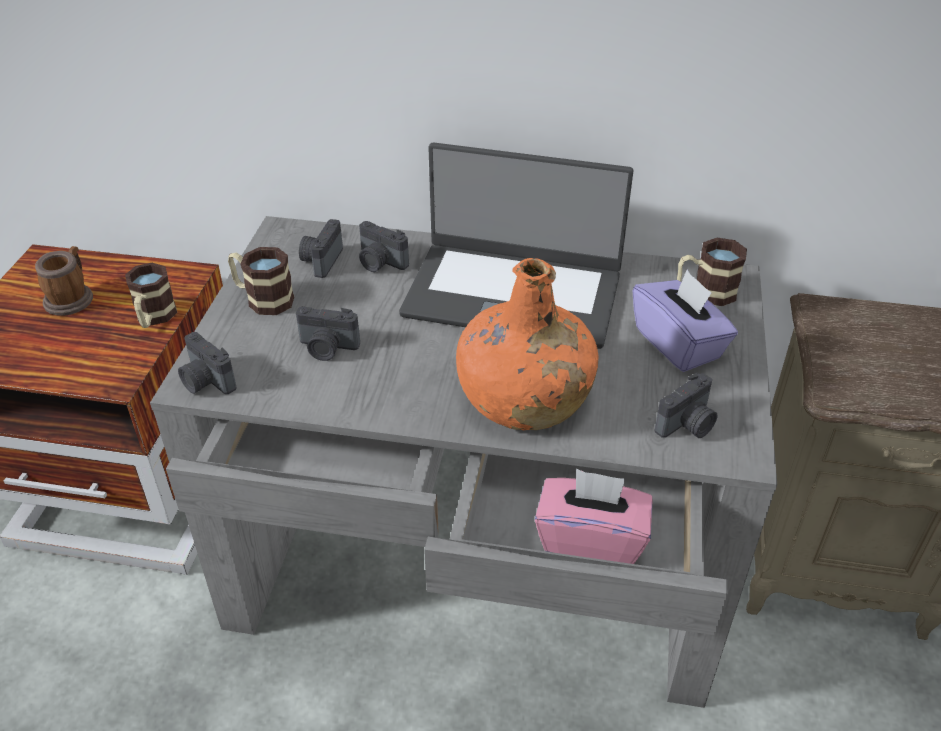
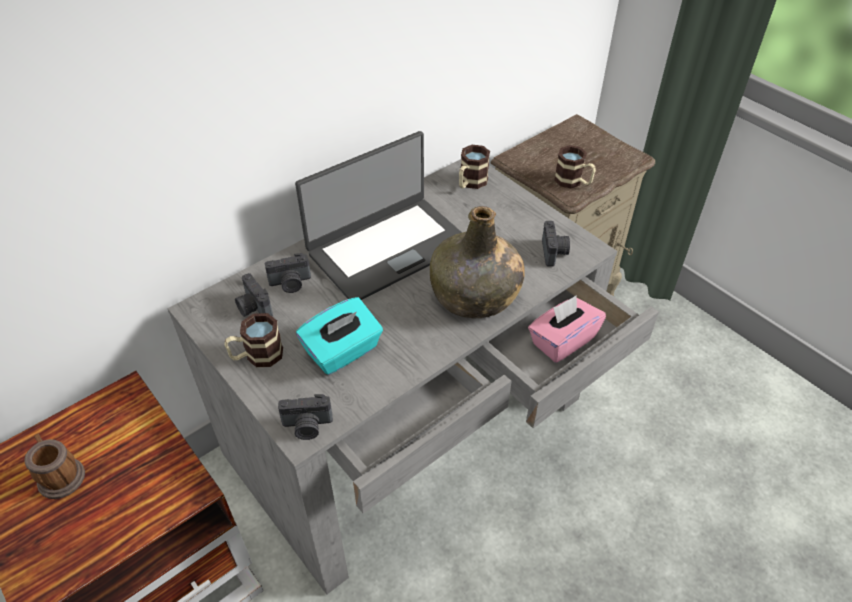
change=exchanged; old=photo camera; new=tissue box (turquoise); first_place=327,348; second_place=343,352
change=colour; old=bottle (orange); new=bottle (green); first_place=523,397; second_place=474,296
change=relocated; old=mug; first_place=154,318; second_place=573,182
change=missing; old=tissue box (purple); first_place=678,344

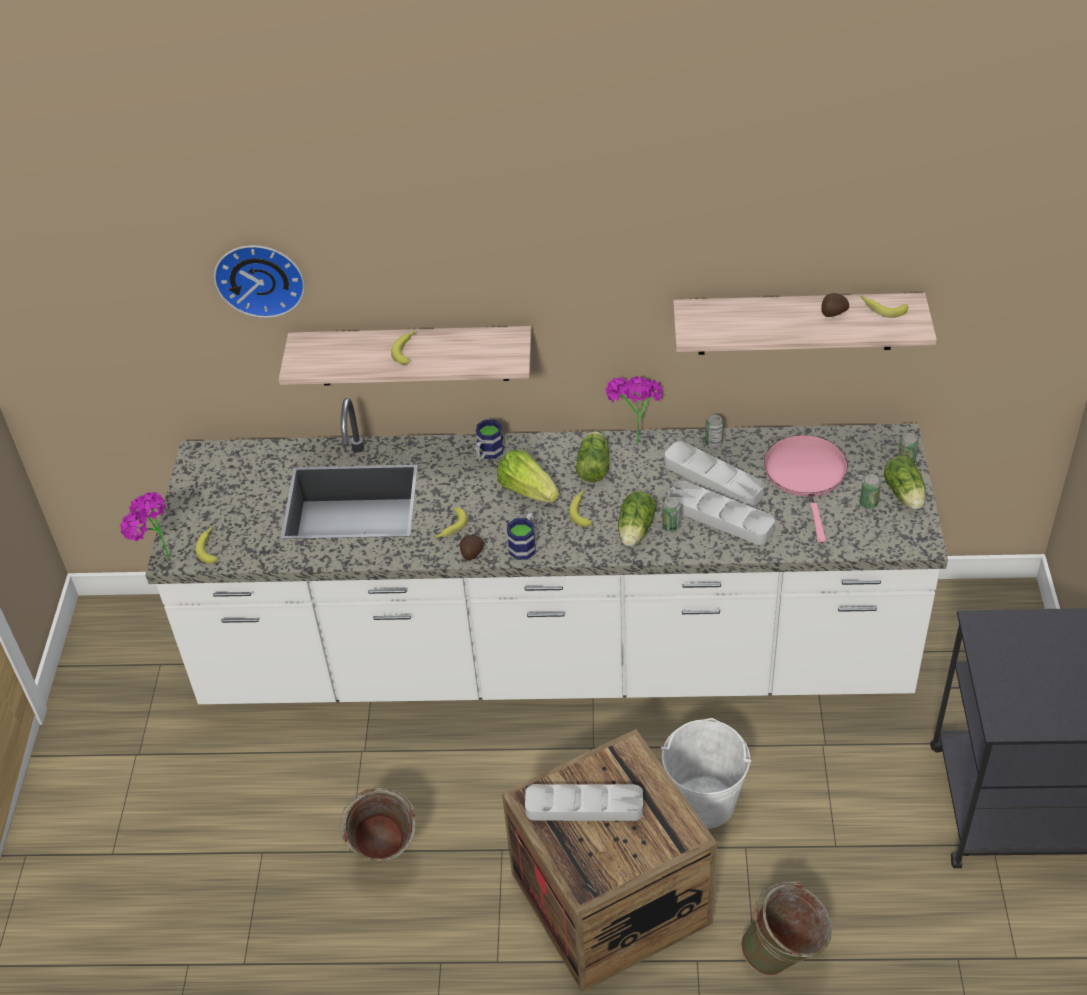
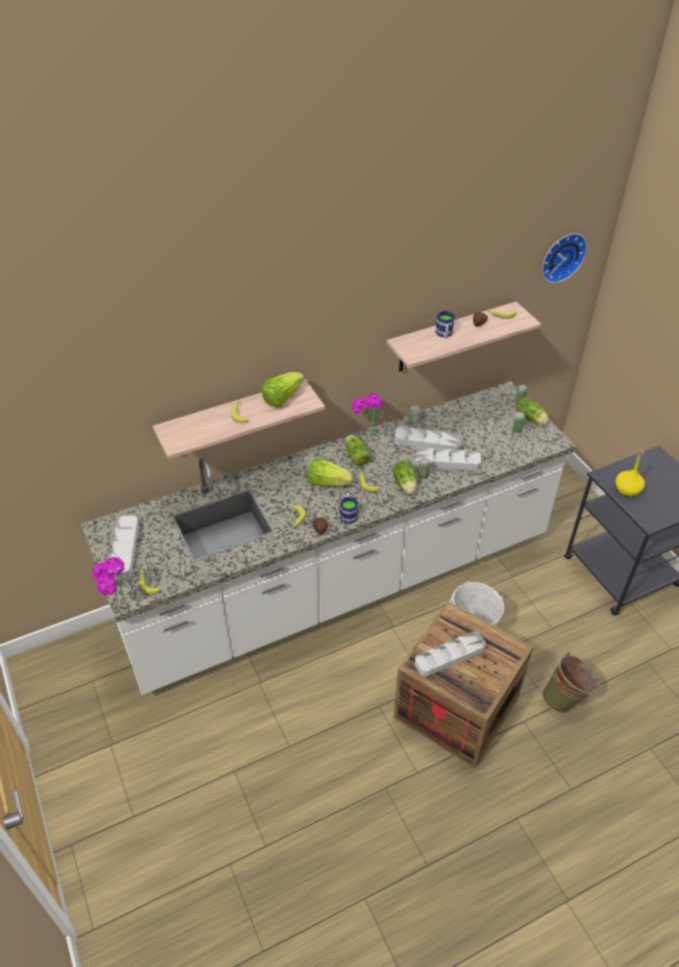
change=appeared; new=tray (grey); second_place=125,549
change=appeared; new=lettuce; second_place=282,398
change=relocated; old=mug; first_place=488,453; second_place=444,334
change=relocated; old=wall clock; first_place=260,277; second_place=561,256
change=appeared; new=bottle (yellow); second_place=627,489
change=missing; old=bucket (green); first_place=385,859
change=missing; old=frying pan (pink); first_place=806,475

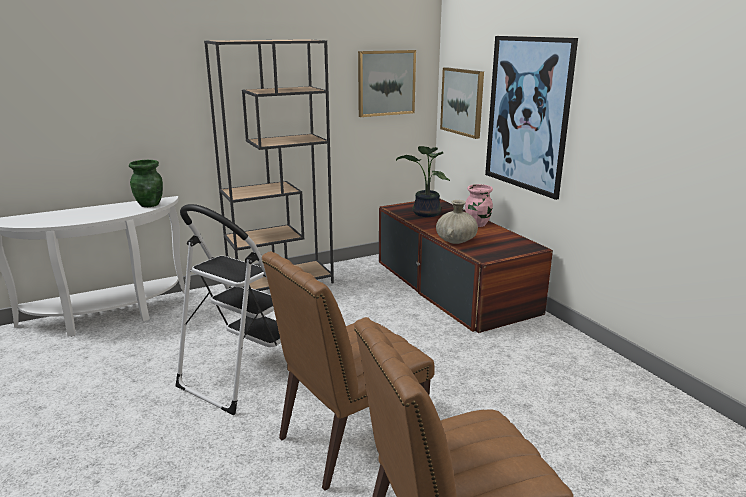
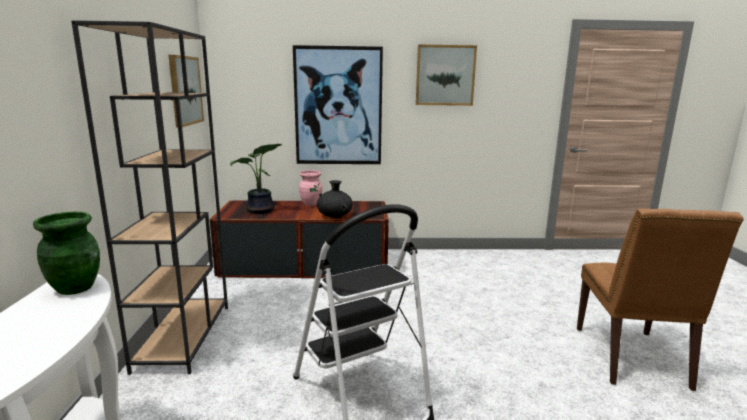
change=colour; old=vase (beige); new=vase (black); first_place=456,241; second_place=335,216
change=relocated; old=picture; first_place=462,102; second_place=445,75
change=missing; old=chair (brown); first_place=352,438

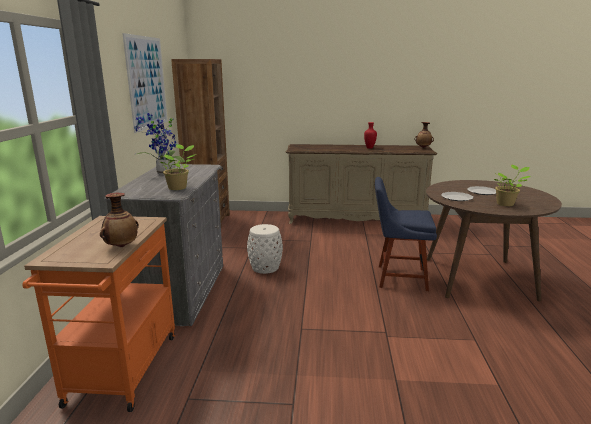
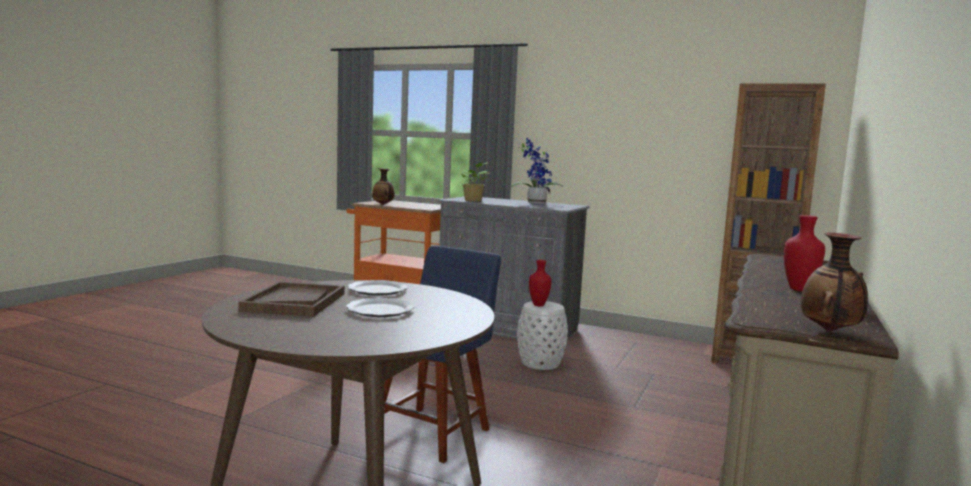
change=exchanged; old=potted plant; new=tray (brown); first_place=506,204; second_place=295,302
change=appeared; new=vase (red); second_place=538,305
change=missing; old=picture; first_place=147,82

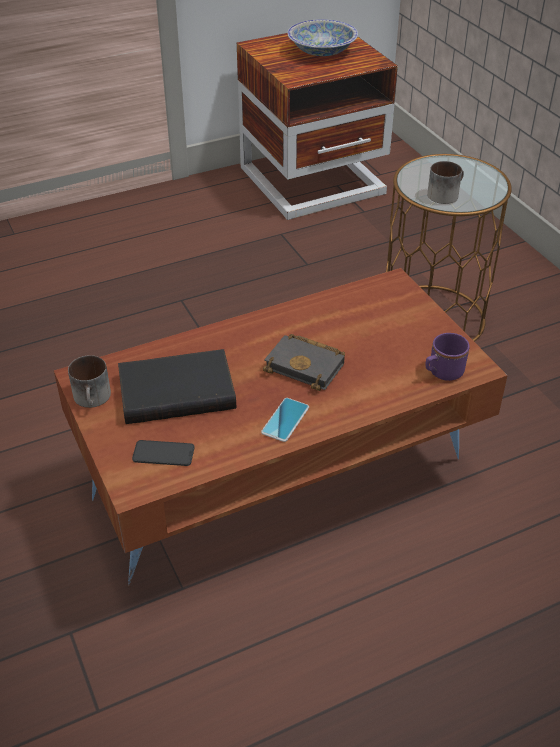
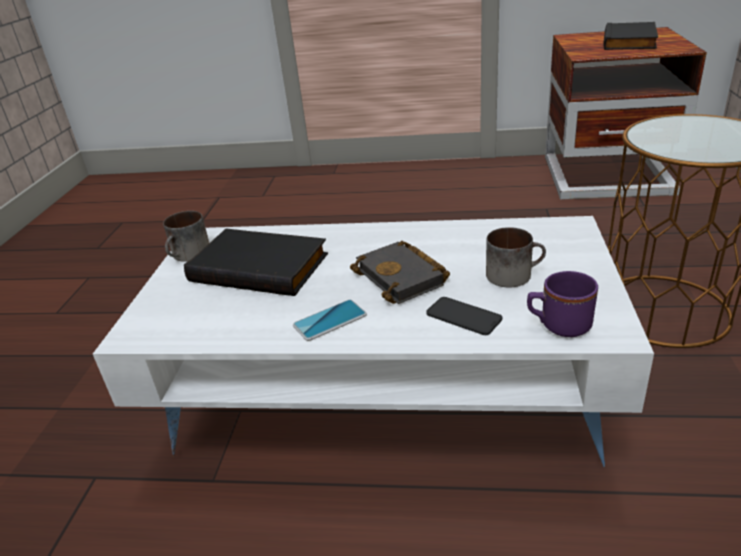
change=colour; old=coffee table (brown); new=coffee table (white); first_place=279,481; second_place=383,414
change=relocated; old=phone; first_place=163,453; second_place=463,316
change=relocated; old=mug; first_place=444,194; second_place=513,274
change=exchanged; old=bowl; new=book (black); first_place=322,51; second_place=631,41

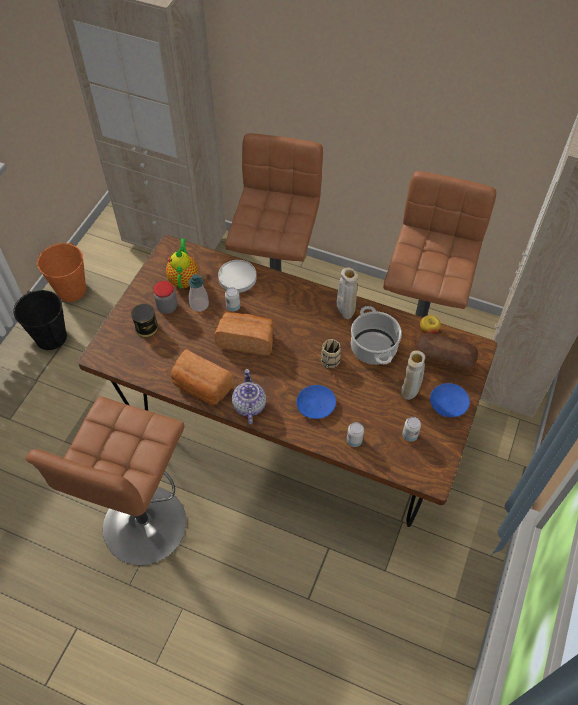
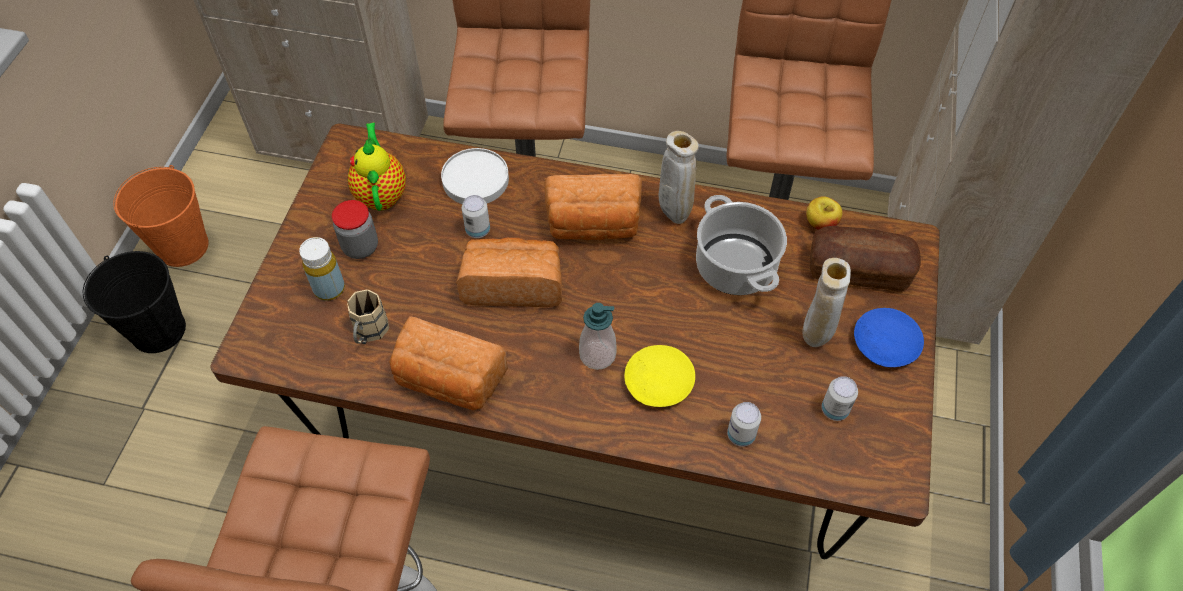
change=exchanged; old=can; new=bottle (yellow); first_place=146,328; second_place=329,289
change=relocated; old=mug (beige); first_place=329,363; second_place=369,334
change=appeared; new=bread; second_place=593,225
change=relocated; old=soap dispenser; first_place=199,305; second_place=597,355
change=colour; old=plate (blue); new=plate (yellow); first_place=315,405; second_place=658,381
change=missing; old=teapot; first_place=248,405

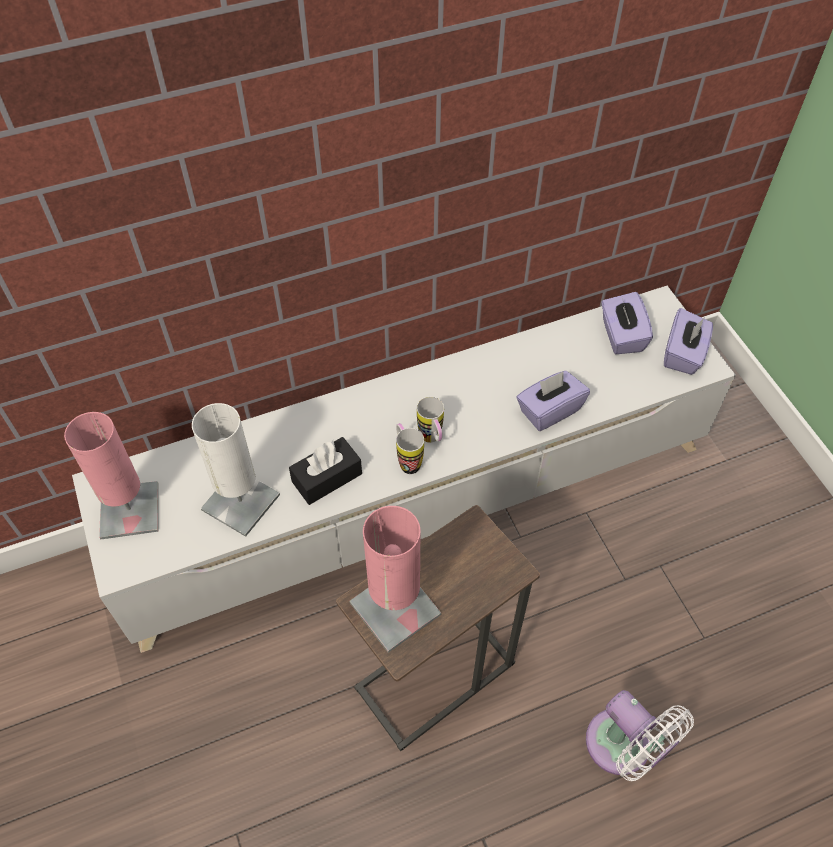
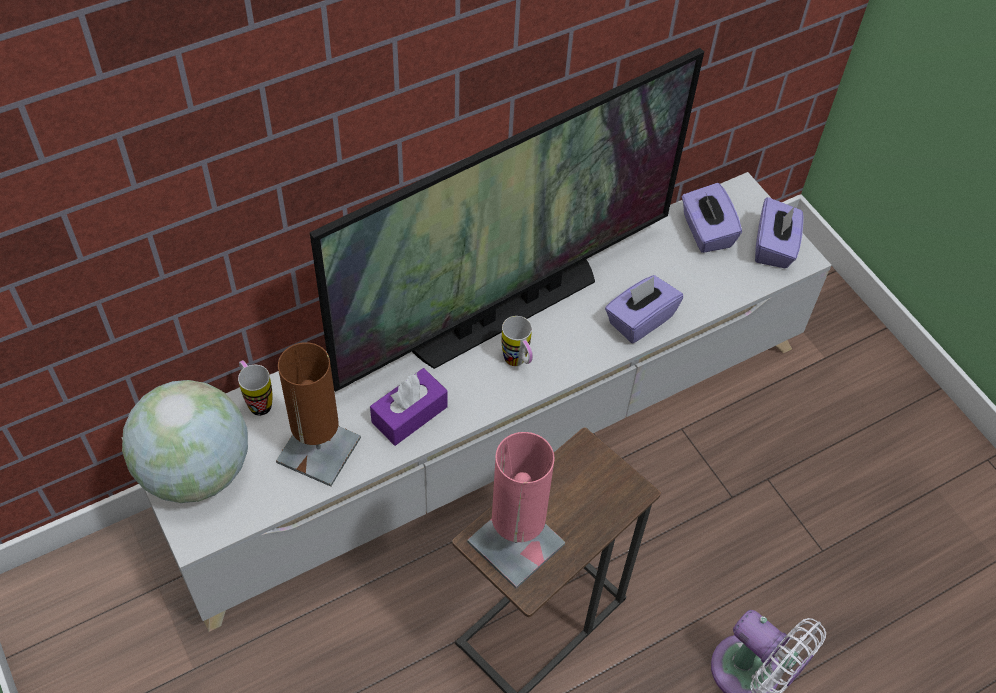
change=exchanged; old=table lamp (pink); new=globe; first_place=130,510; second_place=196,470
change=relocated; old=mug; first_place=407,460; second_place=257,401
change=colour; old=table lamp (white); new=table lamp (brown); first_place=240,502; second_place=318,450
change=appeared; new=television; second_place=504,310
change=colour; old=tissue box (black); new=tissue box (purple); first_place=327,478; second_place=409,414

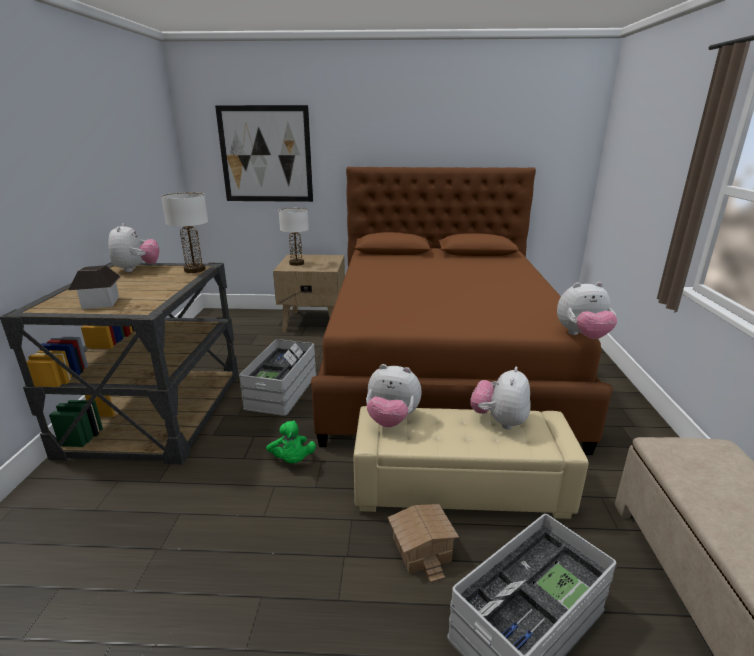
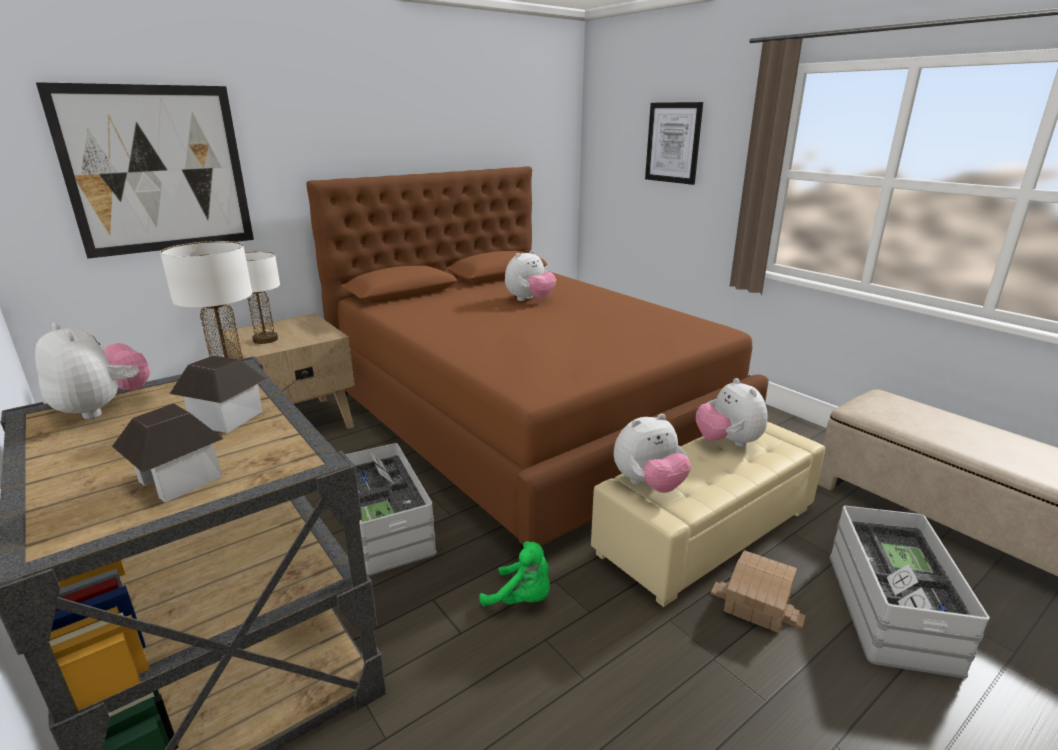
change=appeared; new=toy house; second_place=226,418
change=relocated; old=plush toy; first_place=582,336; second_place=529,300
change=appeared; new=picture; second_place=673,143

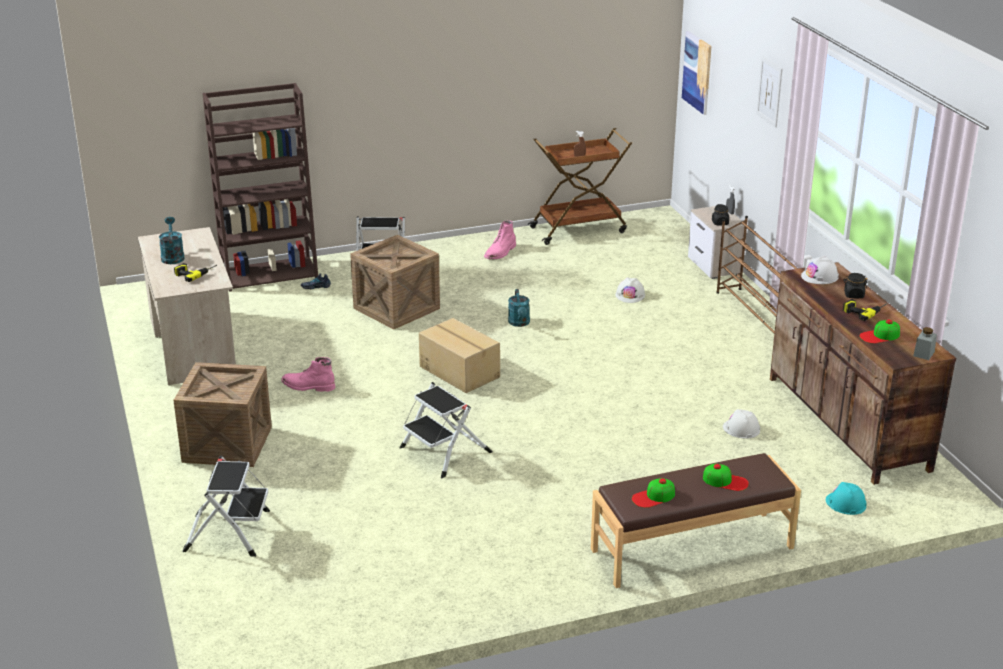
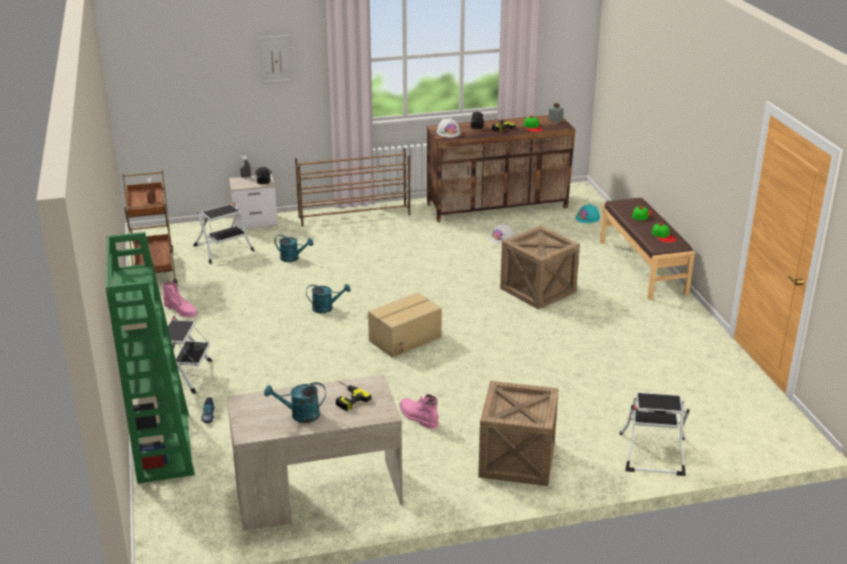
change=colour; old=bookcase (brown); new=bookcase (green); first_place=270,274; second_place=163,447
change=relocated; old=step ladder; first_place=445,451; second_place=223,249
change=exchanged; old=hard hat (white); new=watering can (turquoise); first_place=630,295; second_place=293,258
change=spun; old=boot (pink); first_place=307,386; second_place=417,417; degrees=120
change=relocated; old=crate; first_place=396,308; second_place=538,290
change=missing; old=picture; first_place=697,72

